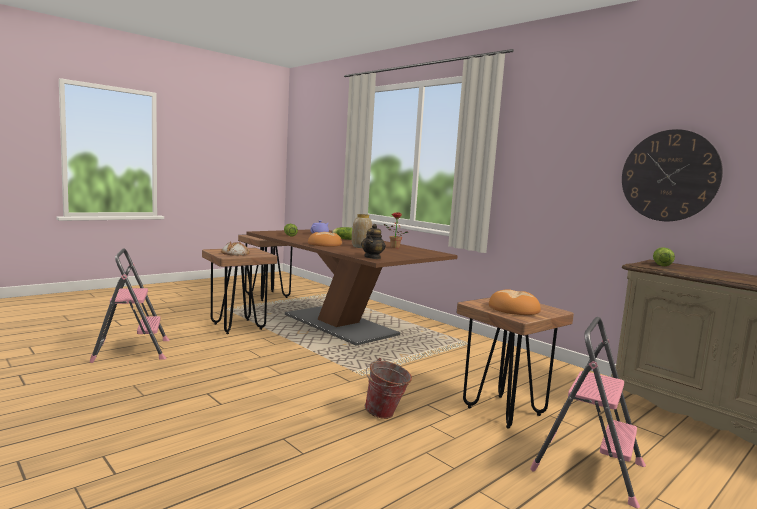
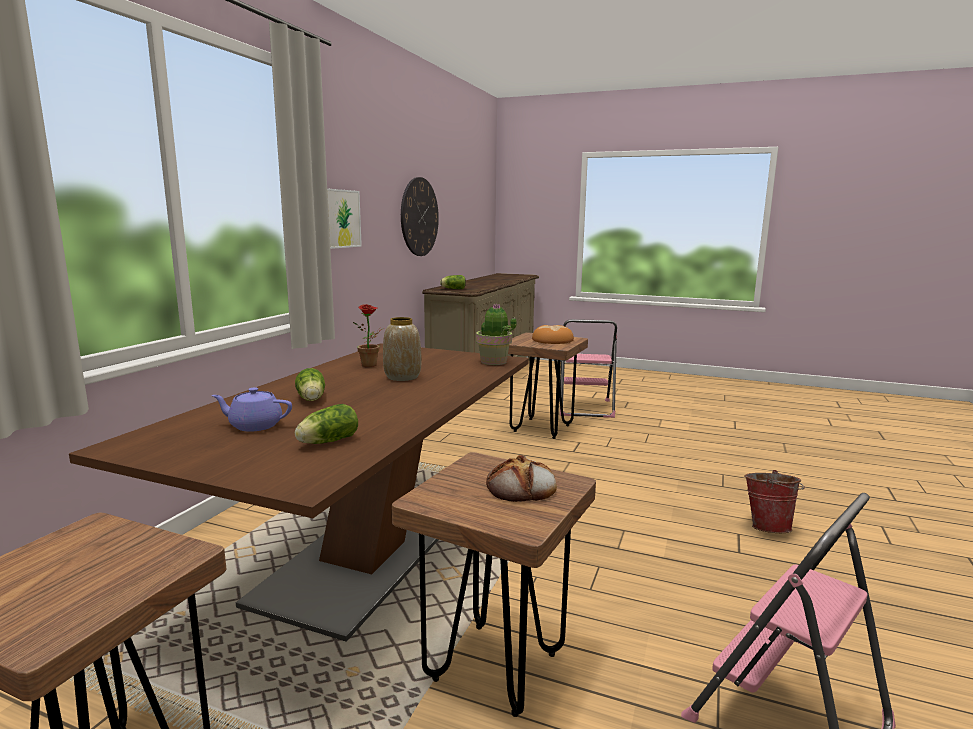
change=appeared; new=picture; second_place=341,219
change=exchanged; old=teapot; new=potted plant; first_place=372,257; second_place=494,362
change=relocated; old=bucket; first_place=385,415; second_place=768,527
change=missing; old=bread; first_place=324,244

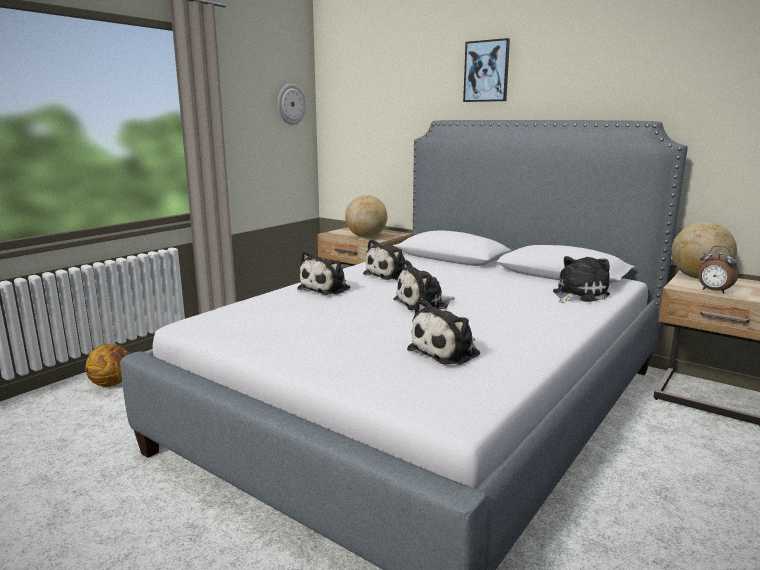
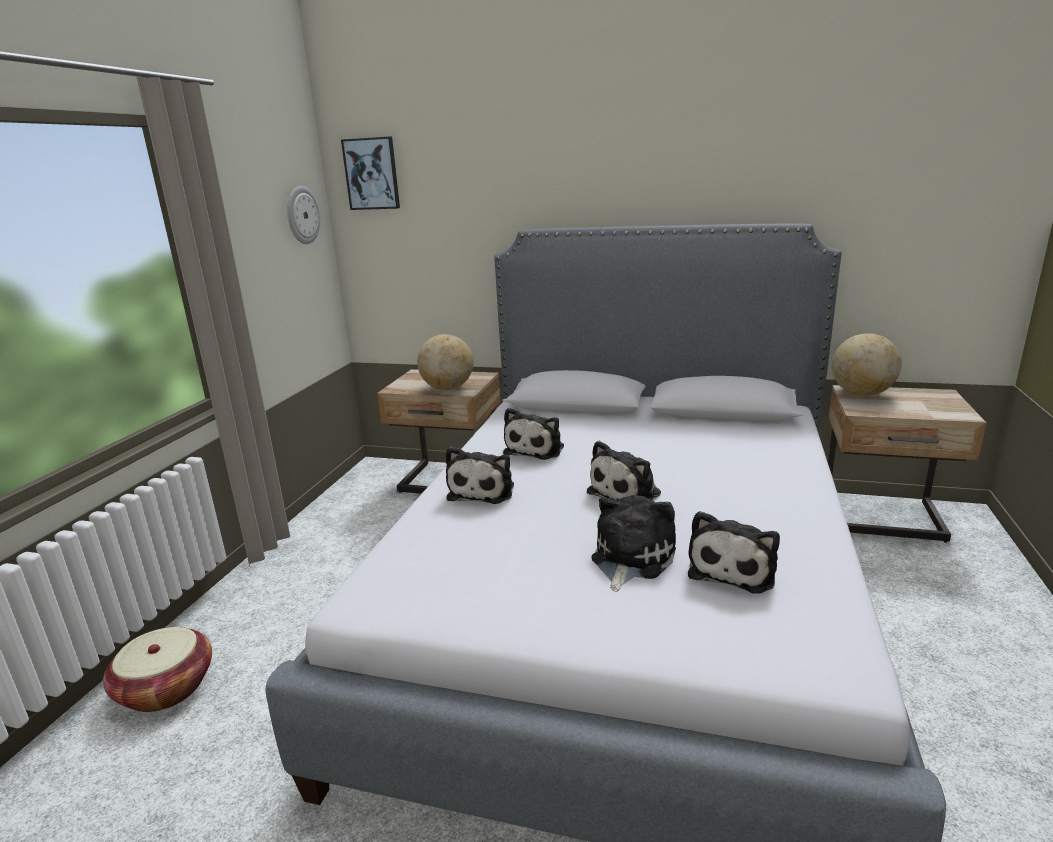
change=exchanged; old=basketball; new=basket; first_place=112,383; second_place=166,688
change=relocated; old=picture; first_place=486,71; second_place=372,174
change=relocated; old=plush toy; first_place=577,294; second_place=630,558
change=missing; old=alarm clock; first_place=713,291

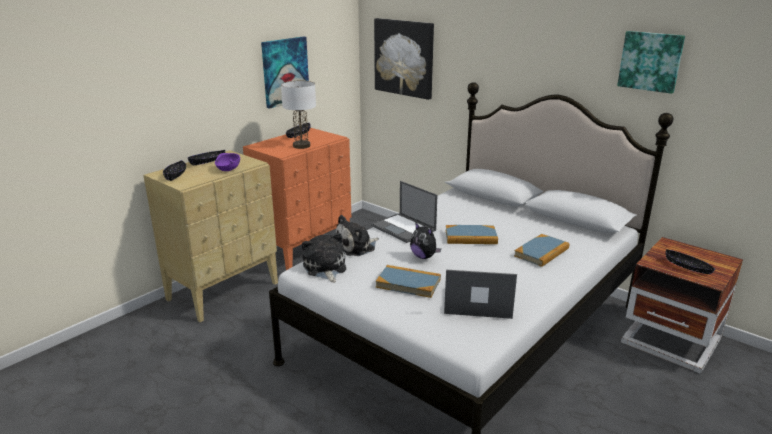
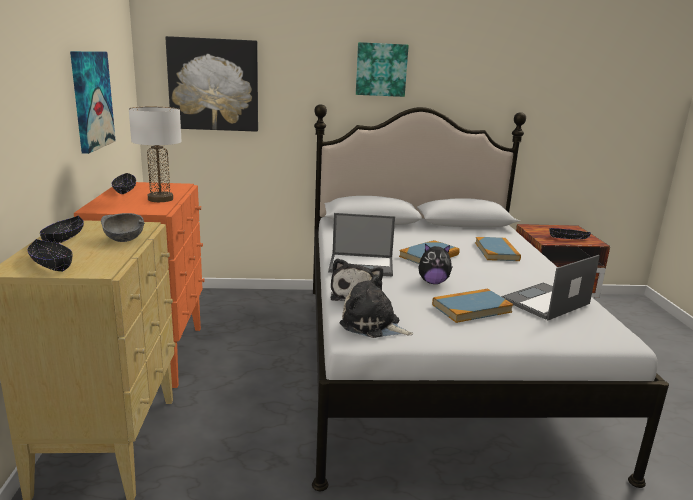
change=colour; old=bowl (purple); new=bowl (grey); first_place=228,170; second_place=124,239
change=relocated; old=picture; first_place=650,61; second_place=381,69

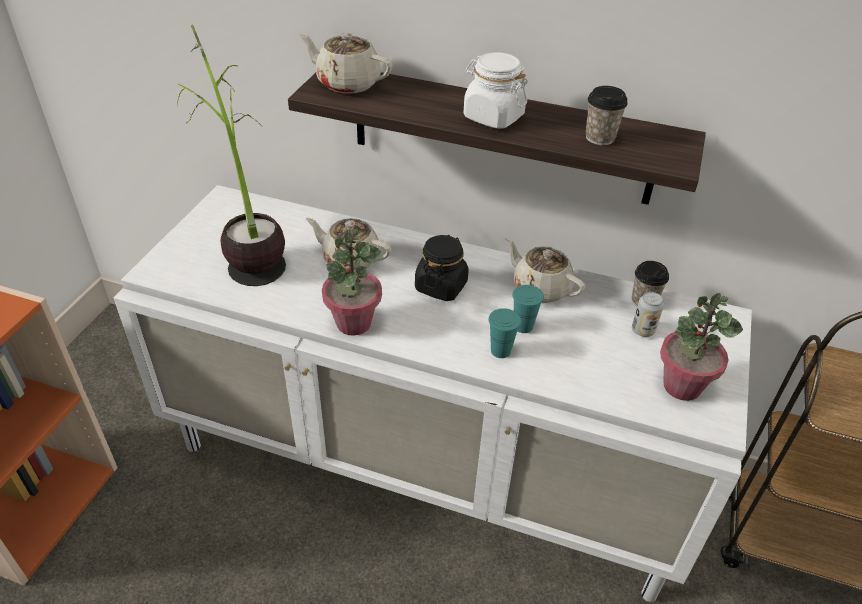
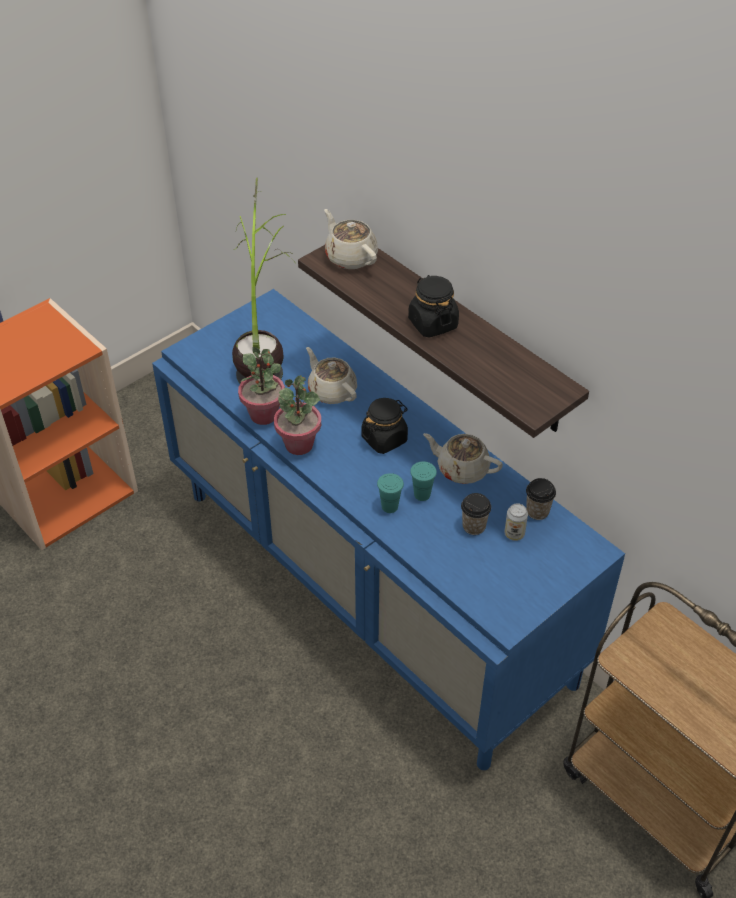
change=colour; old=cabinet (white); new=cabinet (blue); first_place=426,467; second_place=369,588
change=relocated; old=potted plant; first_place=682,386; second_place=264,415
change=colour; old=jar (white); new=jar (black); first_place=493,117; second_place=432,323
change=spun; old=teapot (beige); first_place=540,288; second_place=461,469; degrees=-45
change=relocated; old=cup; first_place=600,138; second_place=474,526

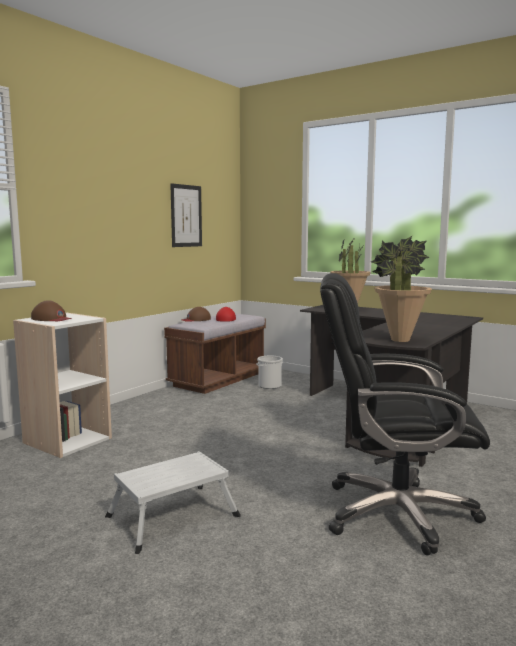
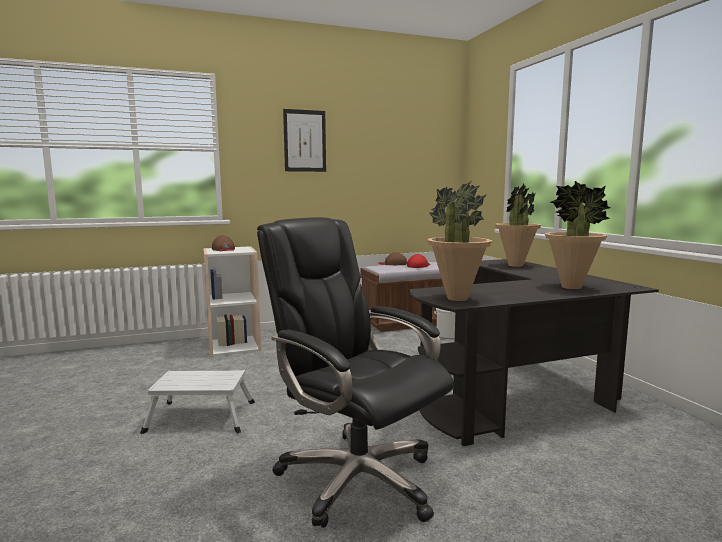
change=relocated; old=picture; first_place=186,216; second_place=305,141
change=appeared; new=potted plant; second_place=571,287

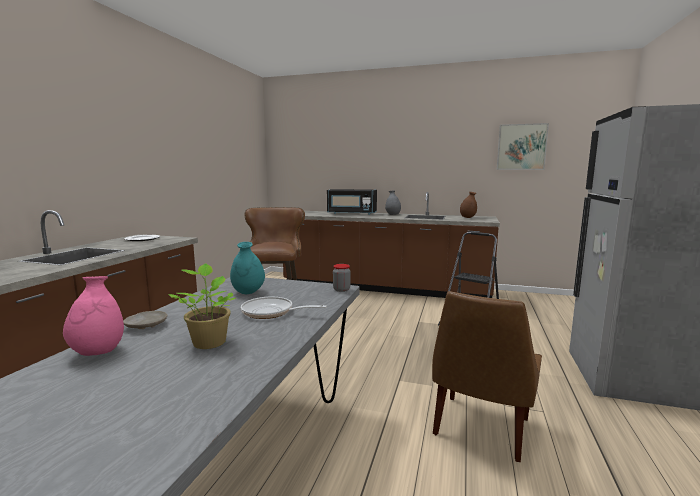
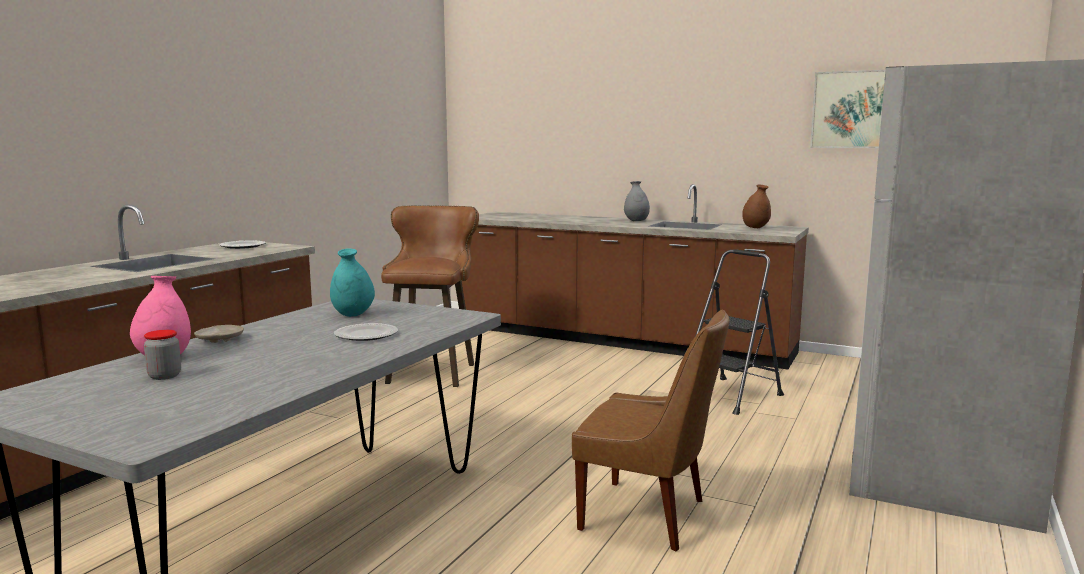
change=relocated; old=jar; first_place=341,289; second_place=164,376
change=exchanged; old=frying pan; new=plate; first_place=271,312; second_place=366,335
change=spun; old=chair (brown); first_place=480,429; second_place=648,516; degrees=-105
change=missing; old=potted plant; first_place=209,341
change=missing; old=microwave (black); first_place=351,213

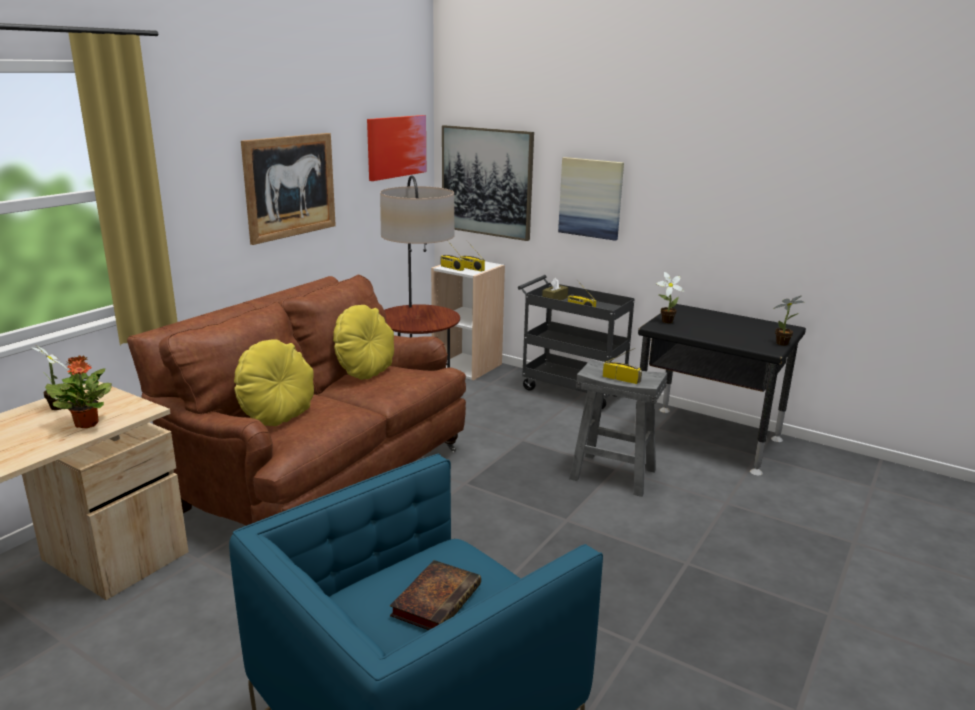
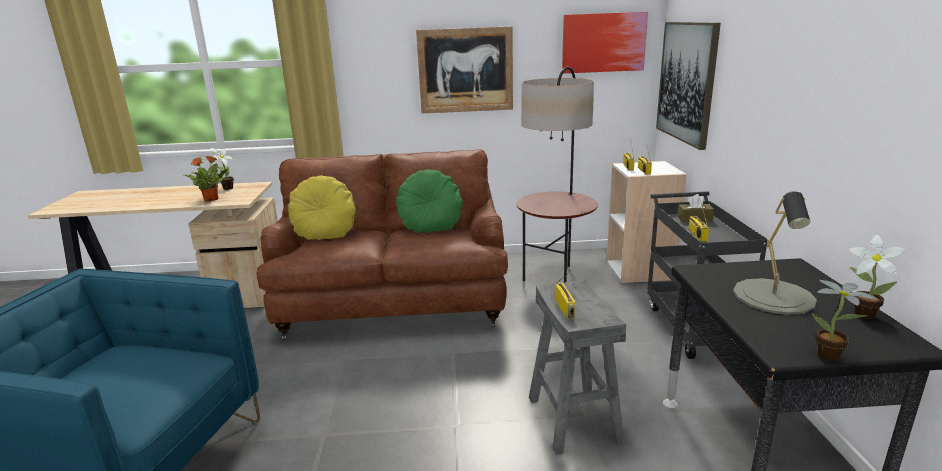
change=colour; old=pillow (yellow); new=pillow (green); first_place=365,373; second_place=431,229
change=appeared; new=table lamp (grey); second_place=774,296
change=relocated; old=potted plant; first_place=665,321; second_place=861,313
change=missing; old=book; first_place=437,599
change=missing; old=picture; first_place=591,198

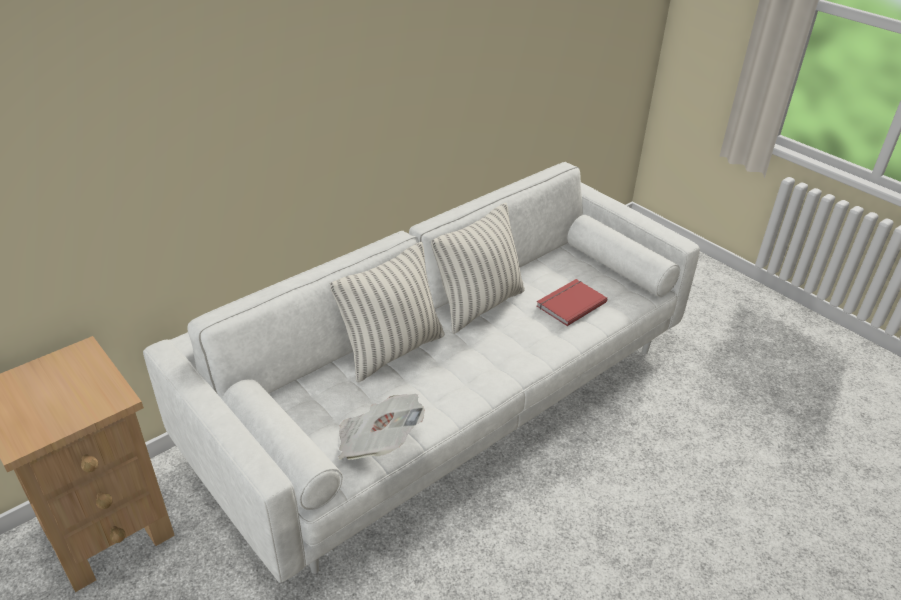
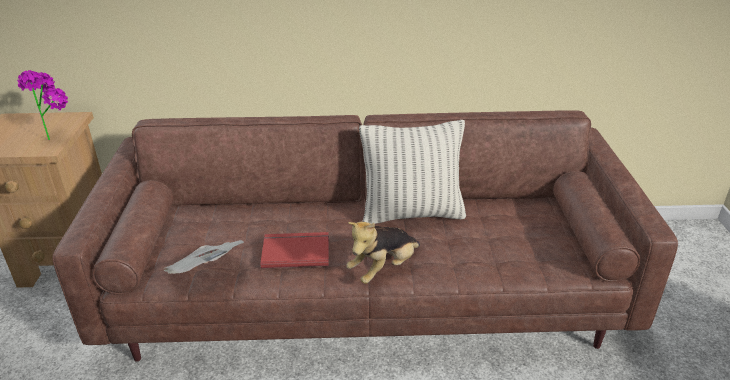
change=appeared; new=potted plant; second_place=58,136
change=colour; old=sofa (white); new=sofa (brown); first_place=448,396; second_place=366,290
change=relocated; old=book (red); first_place=569,303; second_place=295,251
change=appeared; new=plush toy; second_place=383,269
change=missing; old=pillow; first_place=392,350

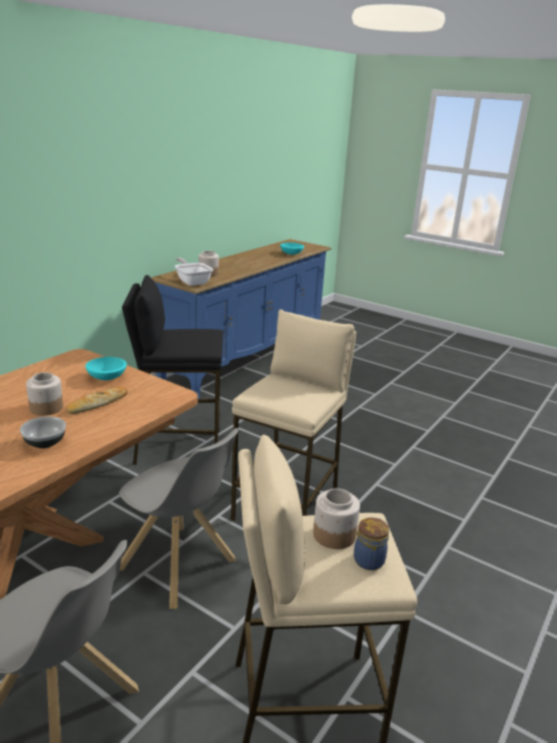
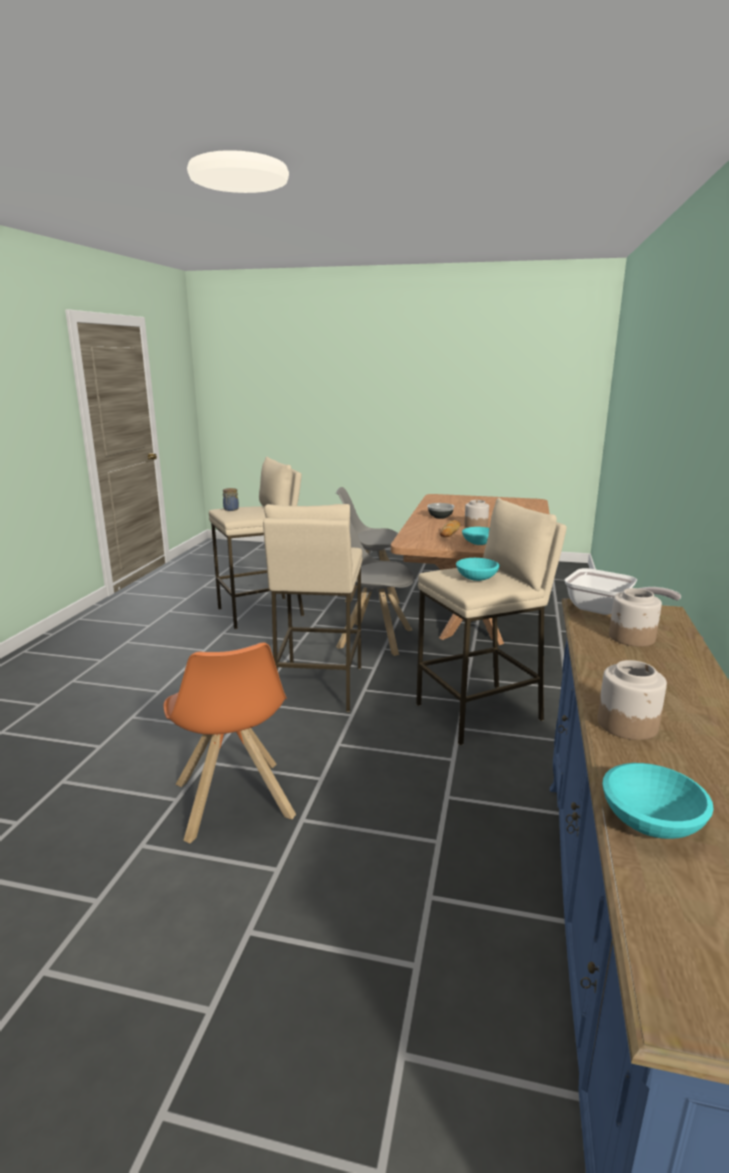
change=appeared; new=chair (orange); second_place=234,802
change=colour; old=stool (black); new=stool (beige); first_place=177,447; second_place=480,712
change=appeared; new=bowl (turquoise); second_place=477,578
change=relocated; old=jar; first_place=333,535; second_place=627,724

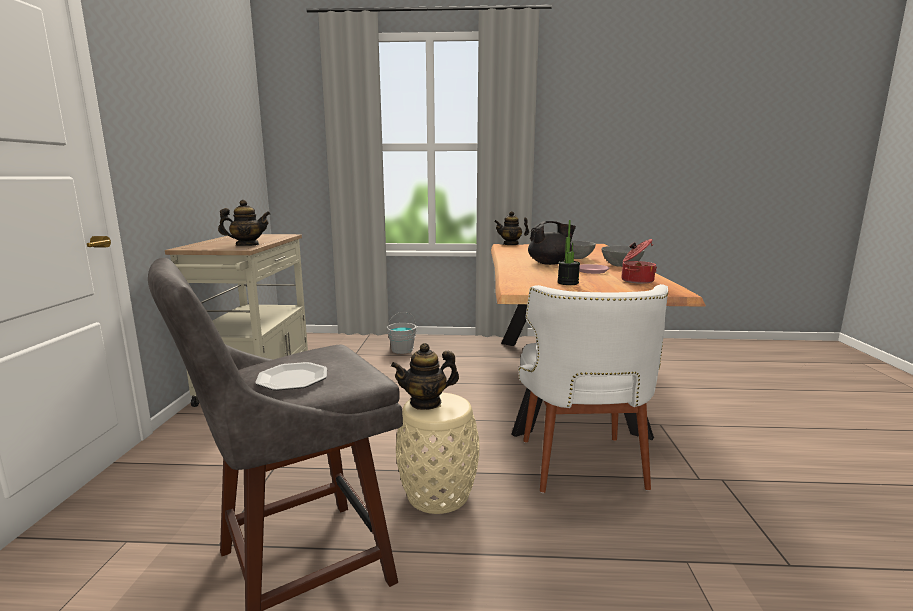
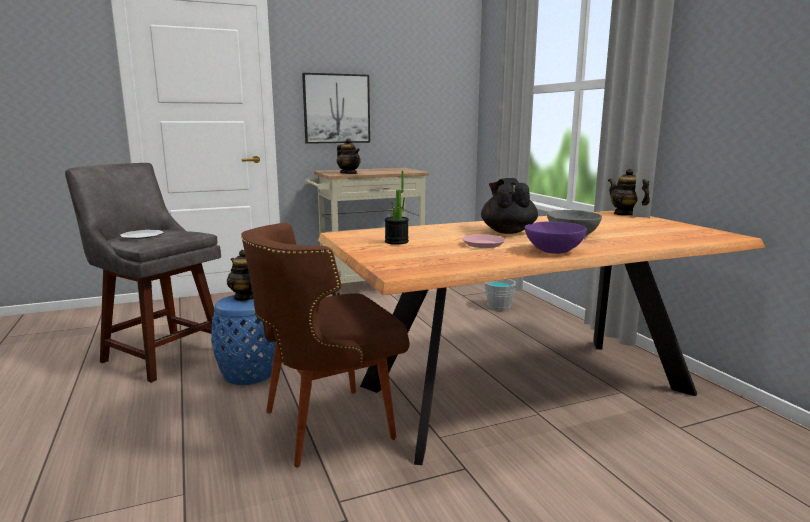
change=colour; old=stool (beige); new=stool (blue); first_place=438,495; second_place=248,374
change=colour; old=chair (white); new=chair (brown); first_place=581,463; second_place=329,425
change=appeared; new=picture; second_place=336,109
change=spun; old=teapot (black); first_place=550,263; second_place=507,231; degrees=-150
change=colour; old=bowl (grey); new=bowl (purple); first_place=621,265; second_place=553,251
change=missing; old=cooking pot; first_place=636,280

